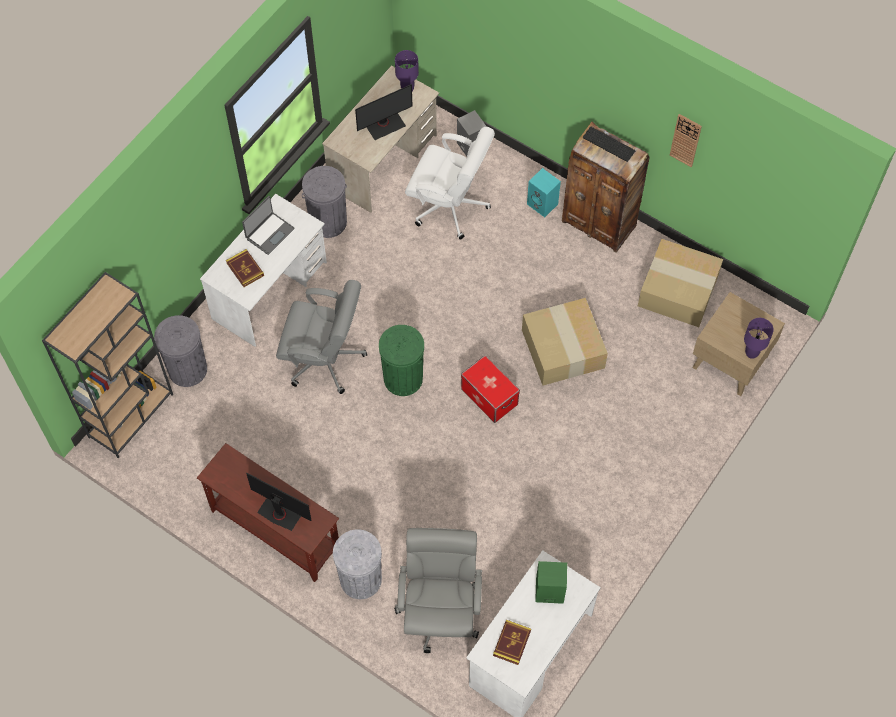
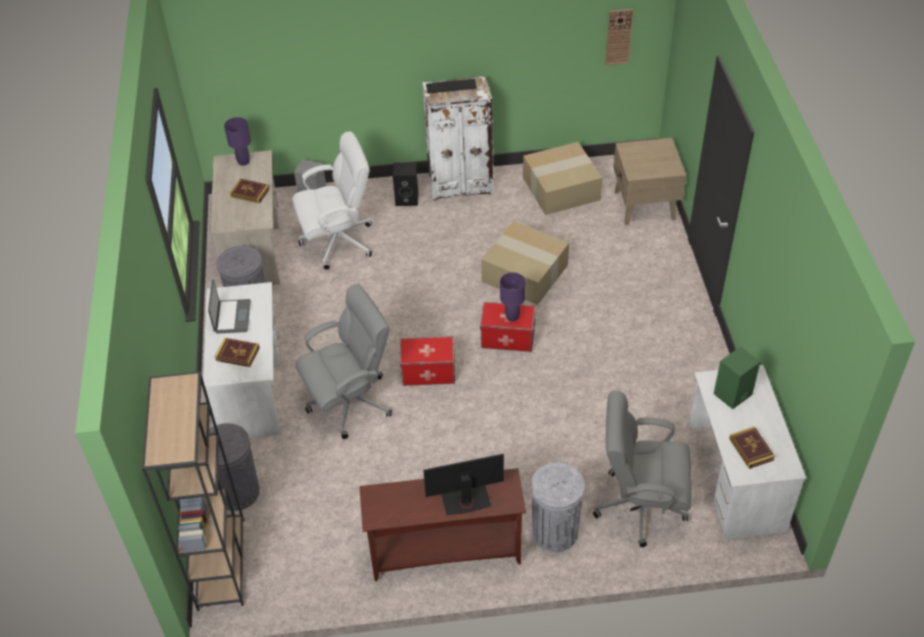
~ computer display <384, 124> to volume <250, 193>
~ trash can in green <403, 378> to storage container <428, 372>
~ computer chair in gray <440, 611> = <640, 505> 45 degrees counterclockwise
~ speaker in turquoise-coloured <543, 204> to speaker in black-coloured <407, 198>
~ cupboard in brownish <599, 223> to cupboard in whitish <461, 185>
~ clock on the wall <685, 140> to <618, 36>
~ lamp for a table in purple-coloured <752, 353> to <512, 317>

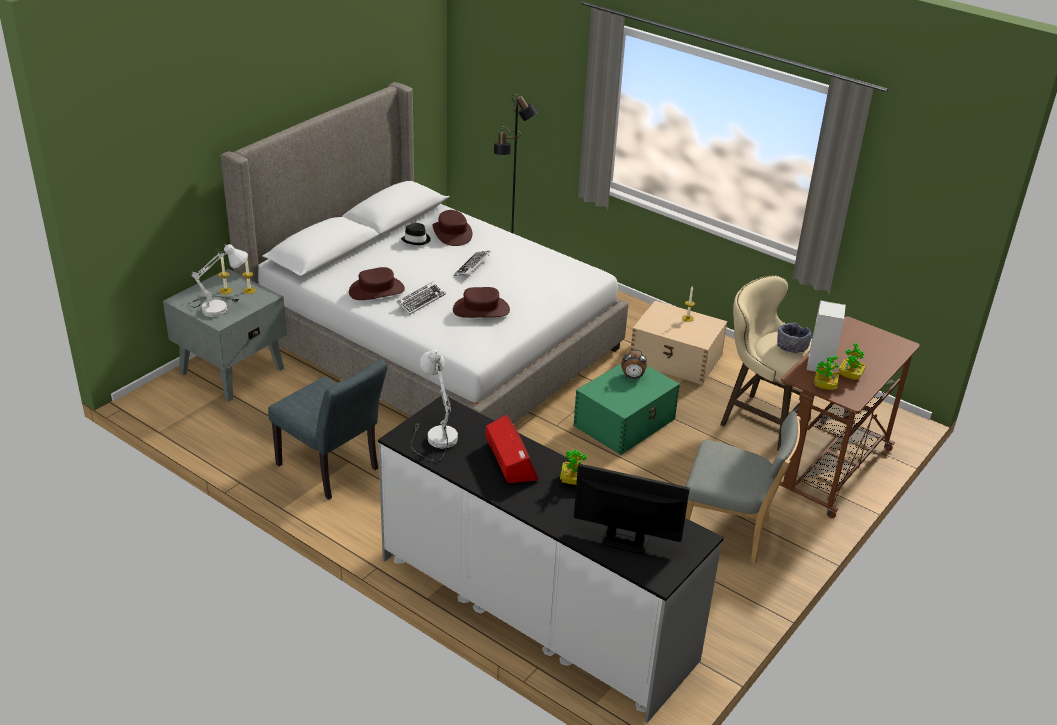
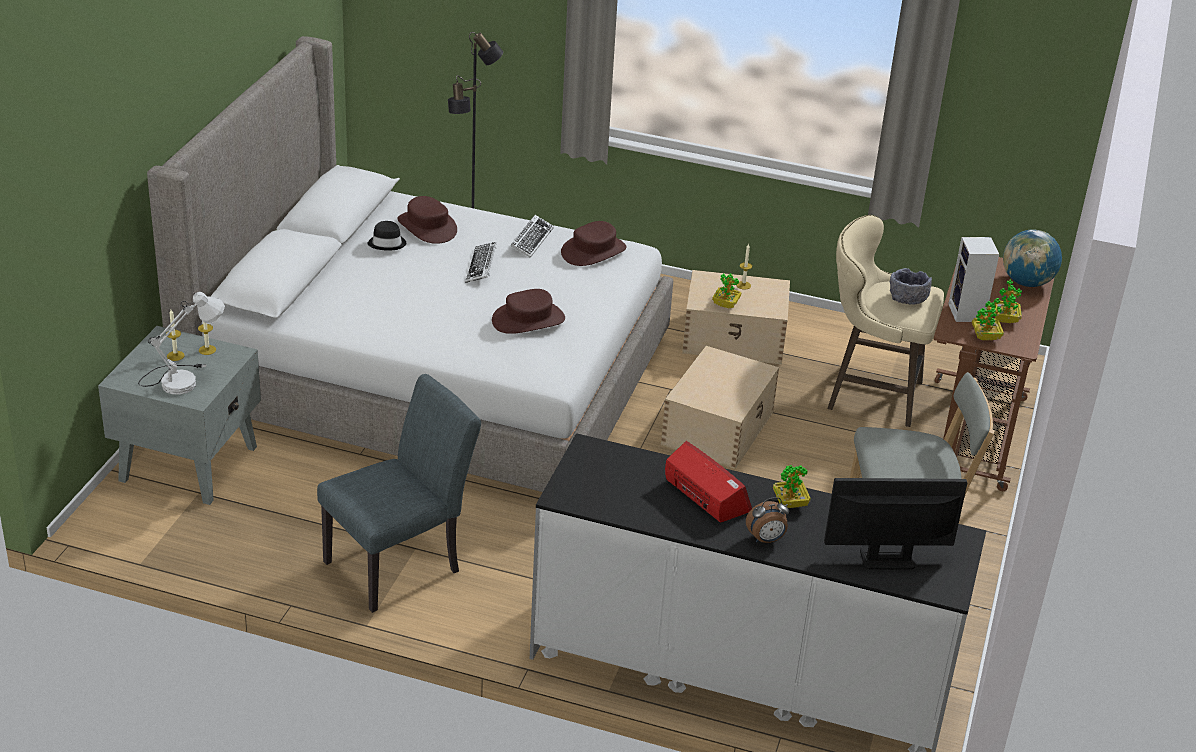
~ upright chair in gray <333, 470> = <401, 563> 60 degrees counterclockwise
~ clothing hat in brownish <376, 290> to <593, 251>
~ keyboard <421, 301> to <531, 240>
- lamp for a table in whitish <432, 437>
~ storage container in green <625, 422> to storage container in beige <718, 428>
~ table clock <632, 377> to <766, 539>
+ plant in a pot <725, 304>
+ world globe <1026, 283>

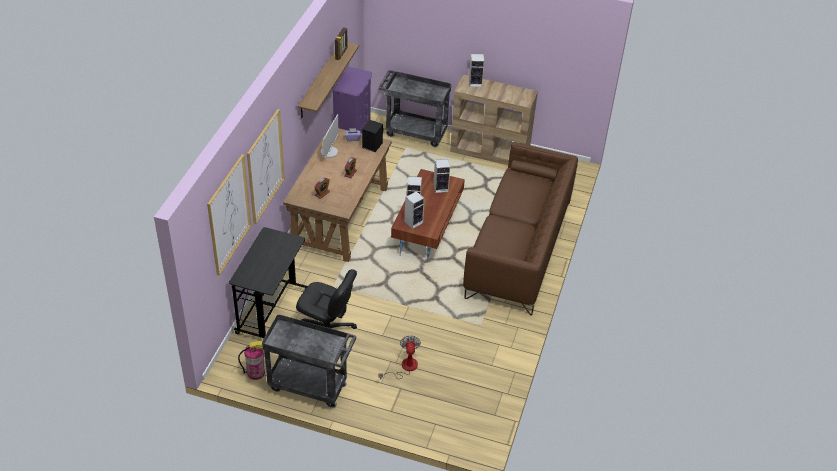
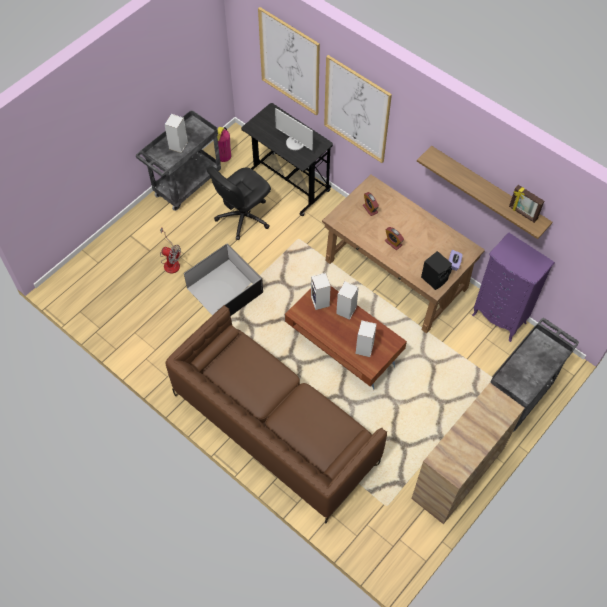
~ computer display <329, 152> to <295, 143>
~ speaker <475, 83> to <178, 146>
+ storage container in black-coloured <224, 289>

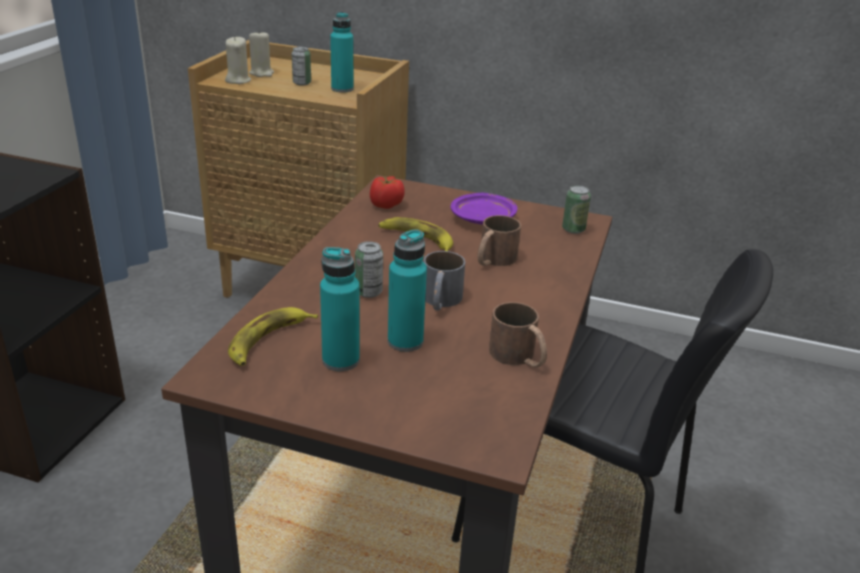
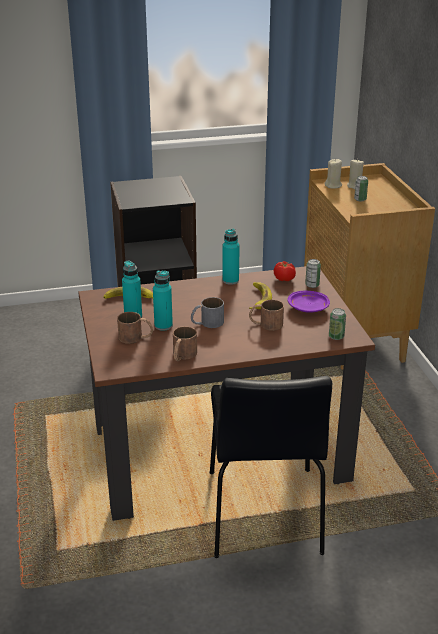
~ drink bottle in turquoise-coloured <342, 89> to <230, 280>
~ can <368, 292> to <312, 285>
+ mug in brownish <136, 337>

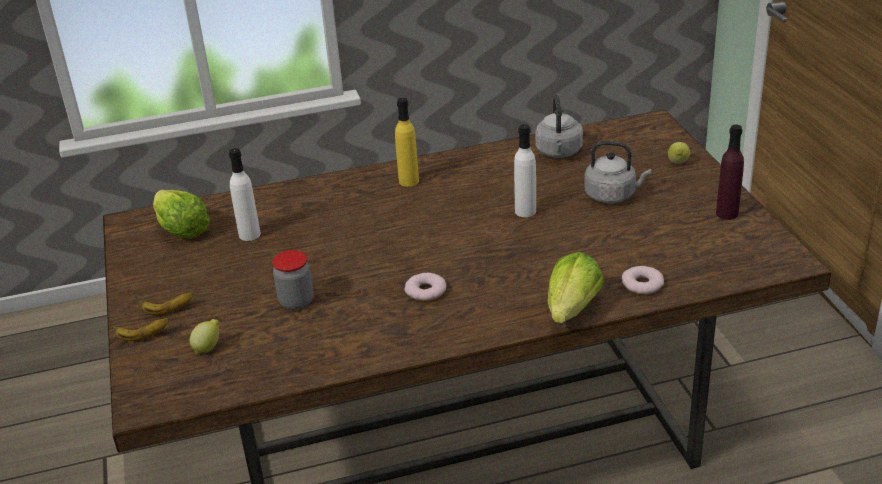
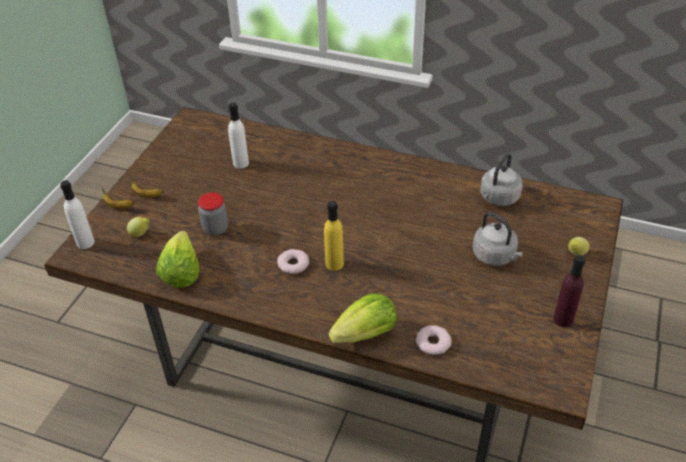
~ head of lettuce <181, 229> to <180, 272>
~ drink bottle in yellow-coloured <409, 181> to <334, 264>
~ drink bottle in whitish <525, 211> to <85, 242>

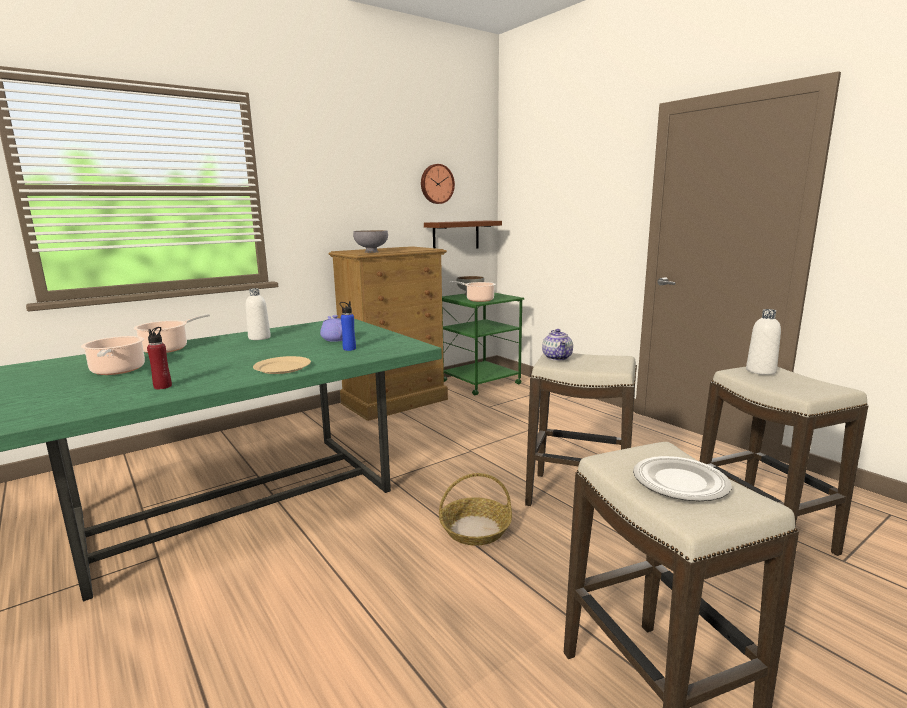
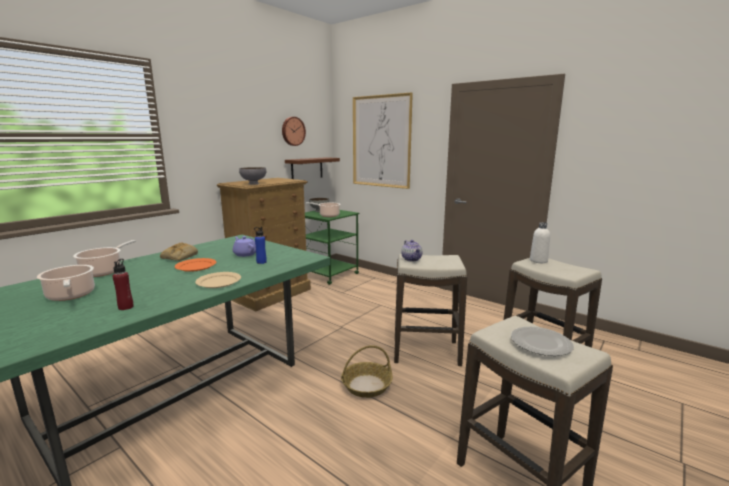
~ drink bottle in whitish <259, 338> to baked bread <179, 256>
+ plate in orange-coloured <195, 266>
+ picture <381, 141>

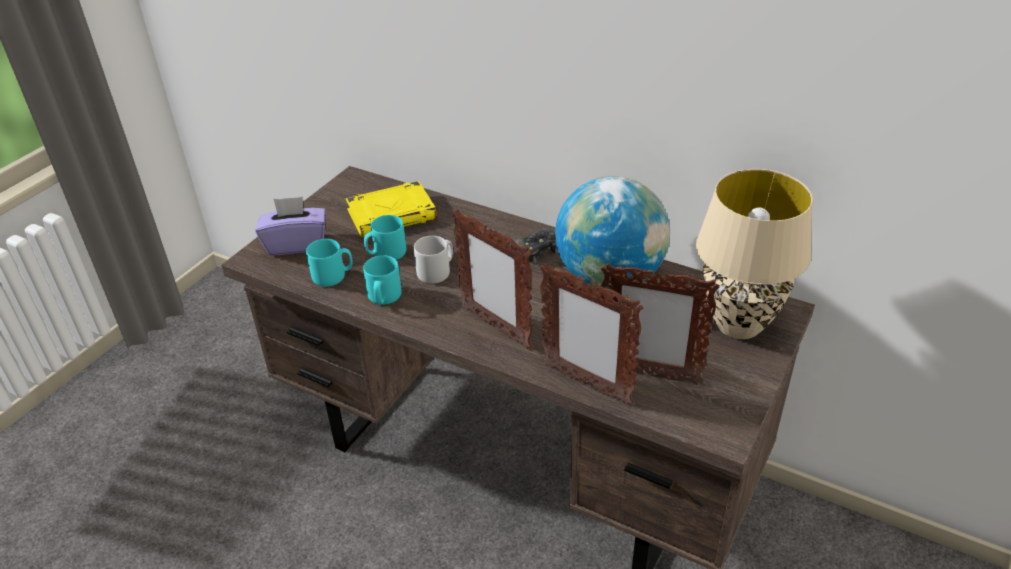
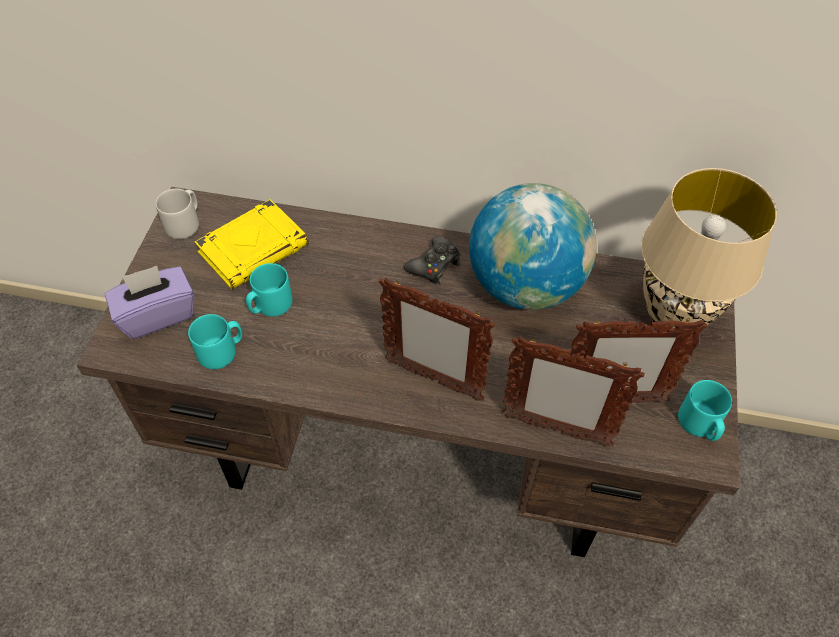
~ mug in turquoise-coloured <383, 297> to <700, 424>
~ mug in gray <437, 272> to <185, 224>

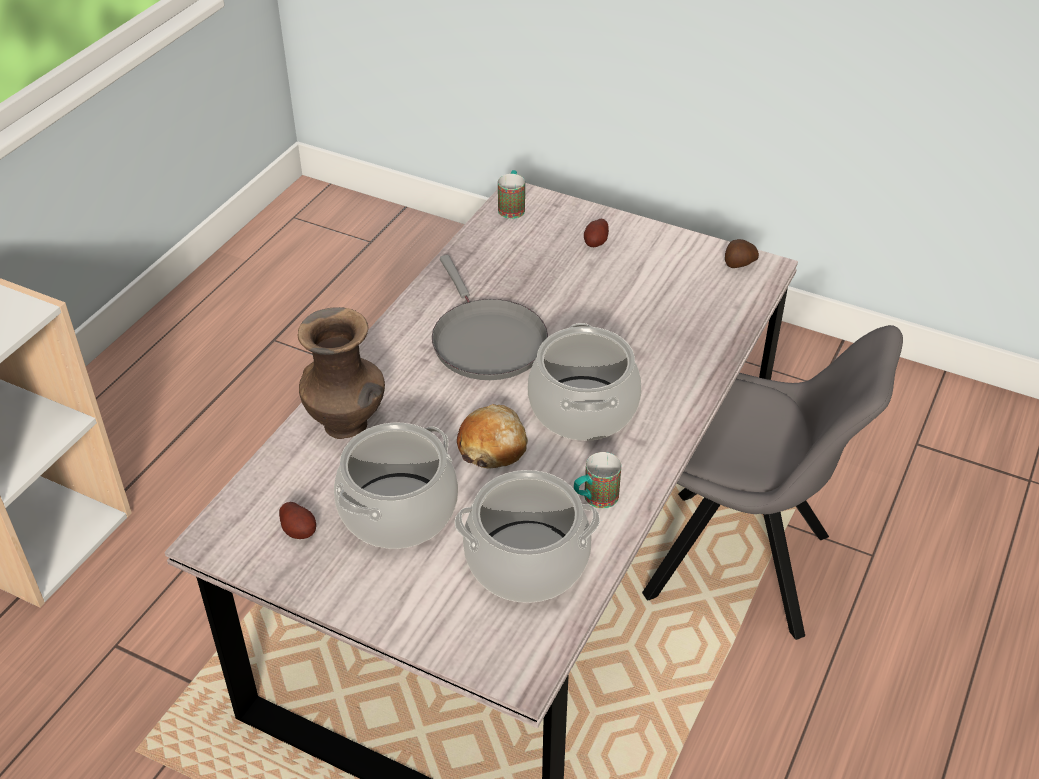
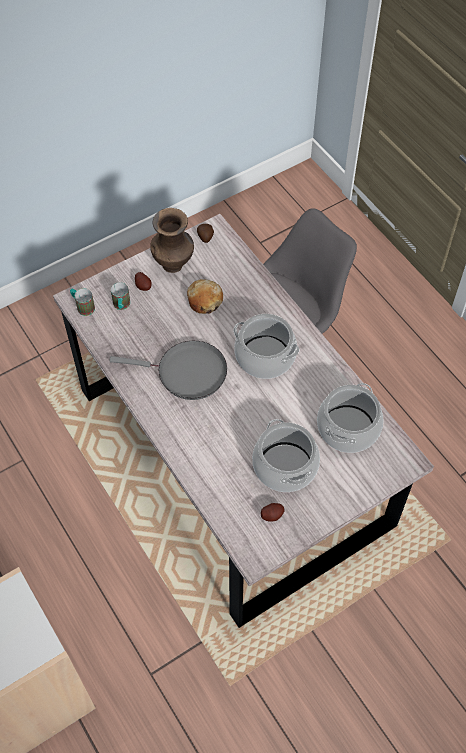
~ vase in brownish <348, 426> to <174, 264>
~ baked bread <493, 446> to <204, 300>
~ mug <594, 499> to <121, 306>

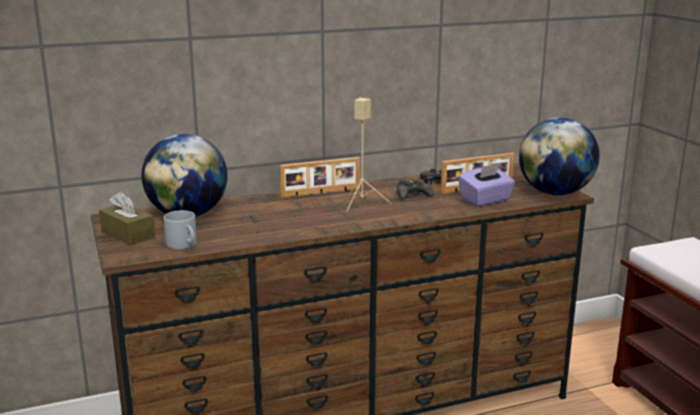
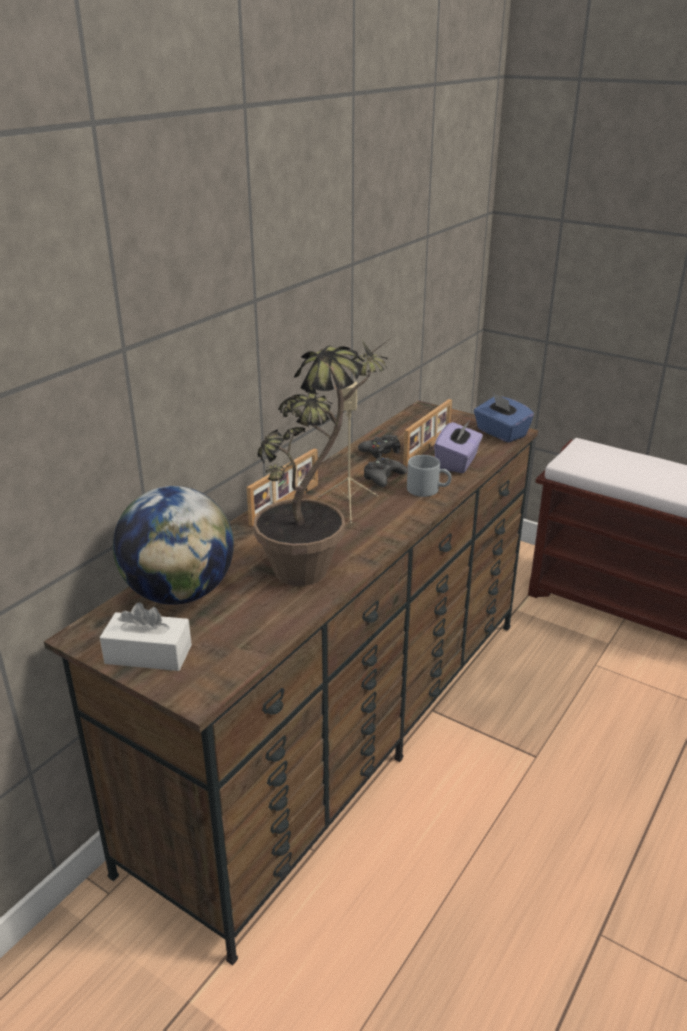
~ box of tissues in brownish <128, 234> to box of tissues in whitish <148, 654>
~ mug in gray <184, 245> to <428, 489>
~ world globe <555, 193> to box of tissues in blue-coloured <500, 433>
+ plant in a pot <316, 563>

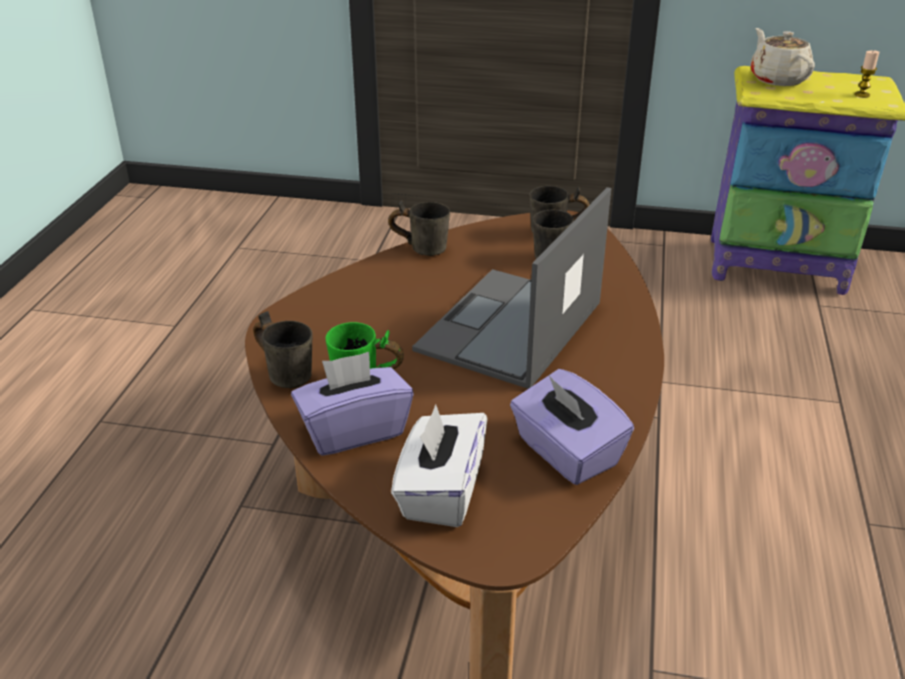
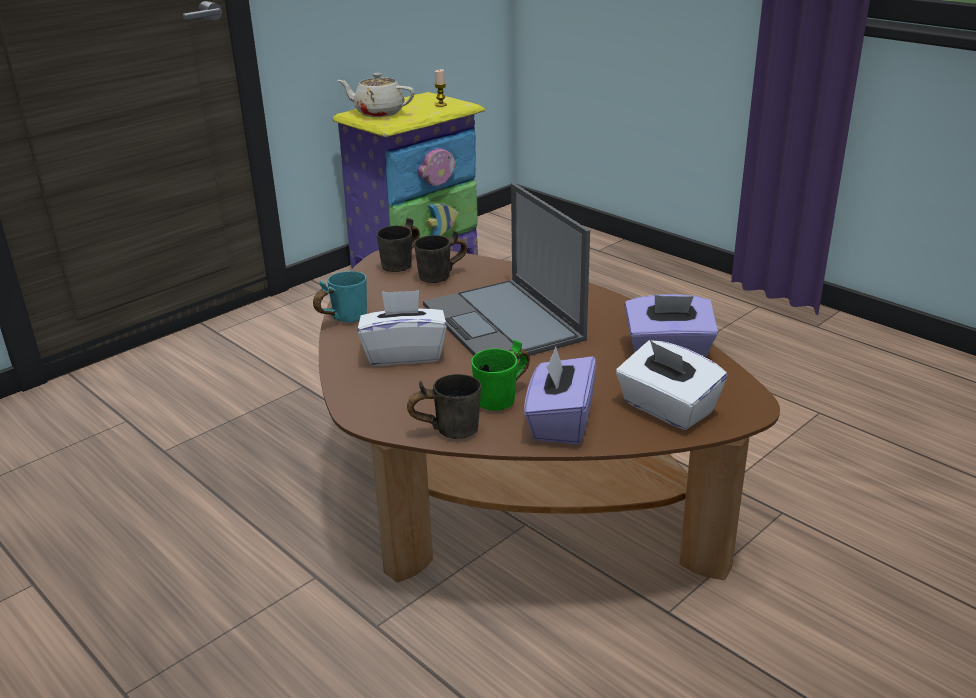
~ mug in gray <422, 247> to mug in turquoise-coloured <341, 319>
+ box of tissues in whitish <404, 354>

